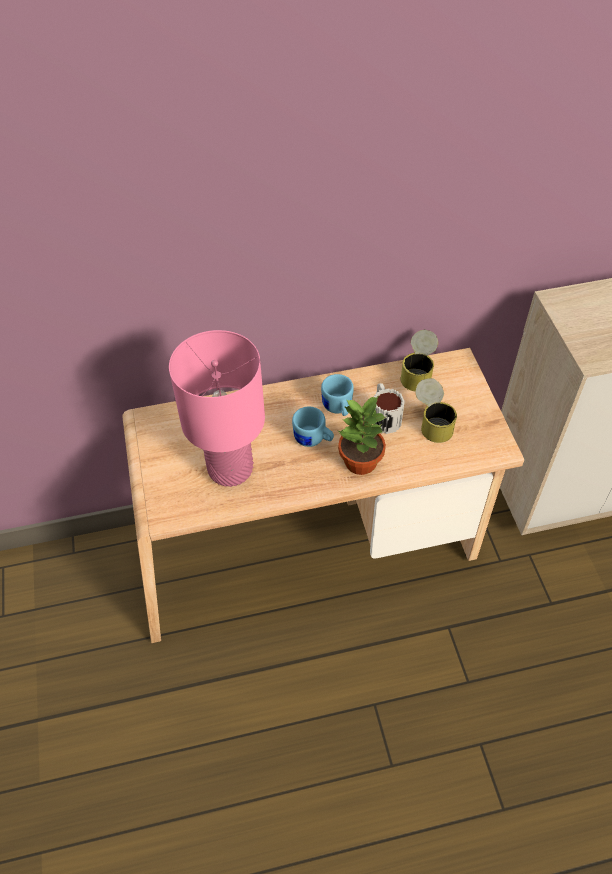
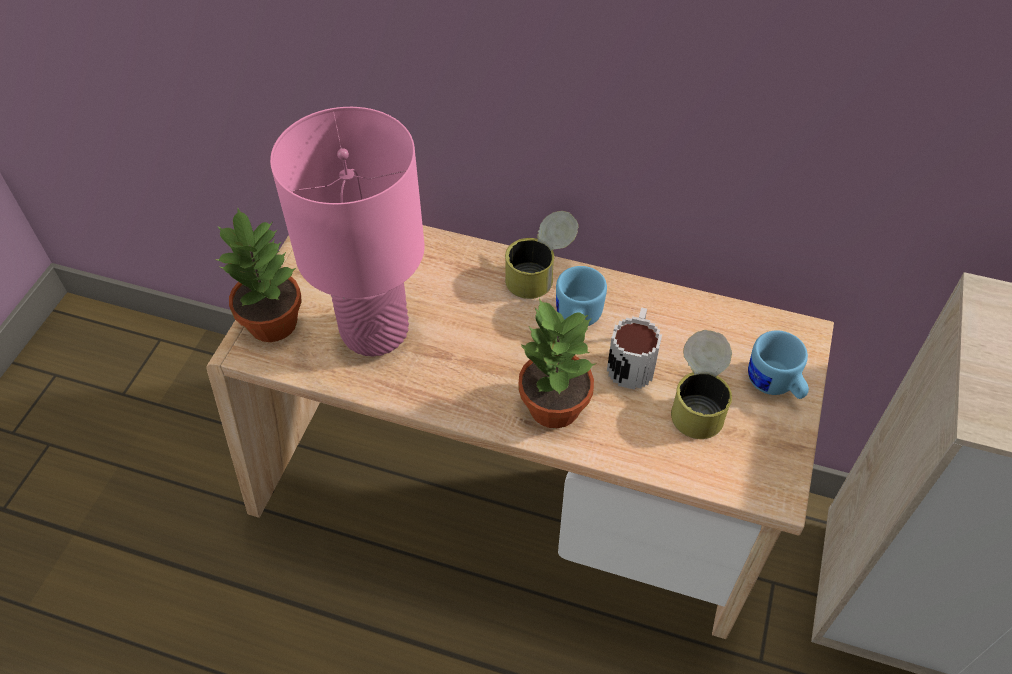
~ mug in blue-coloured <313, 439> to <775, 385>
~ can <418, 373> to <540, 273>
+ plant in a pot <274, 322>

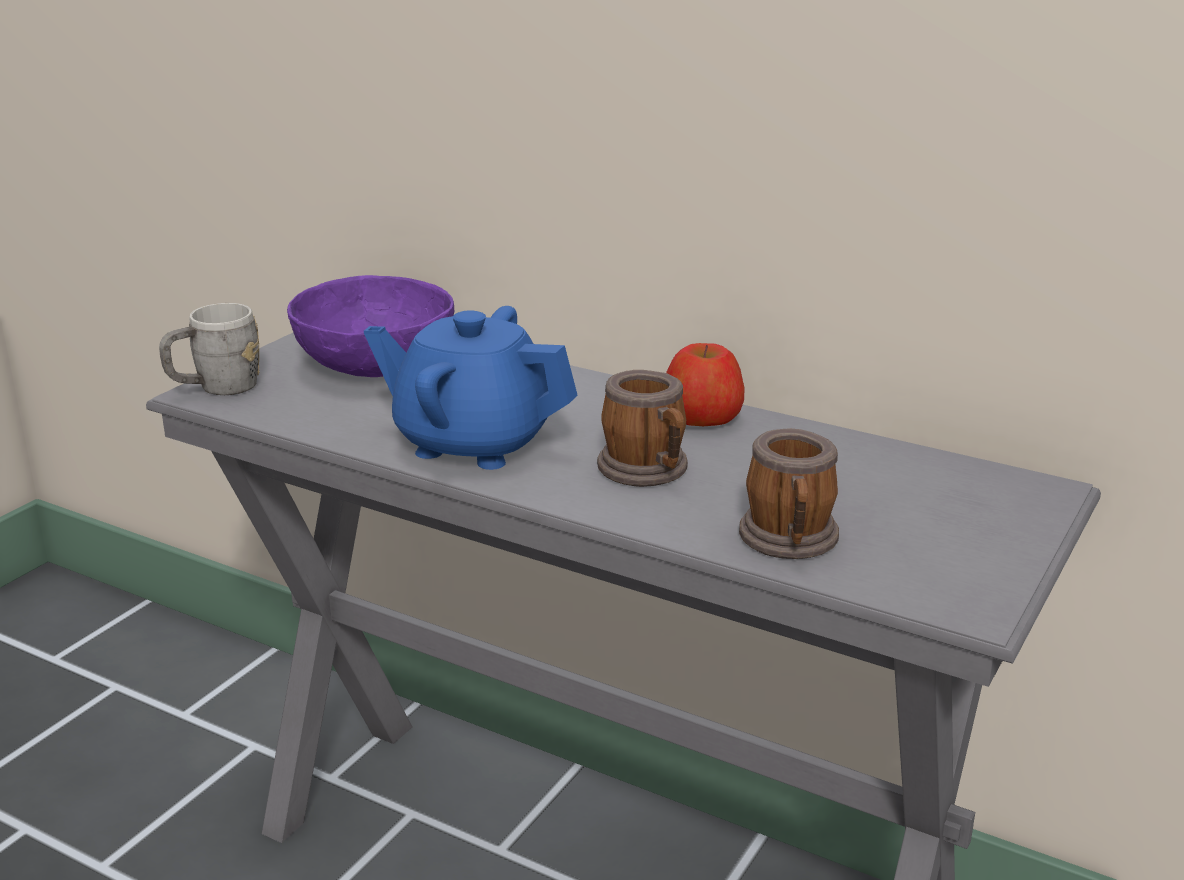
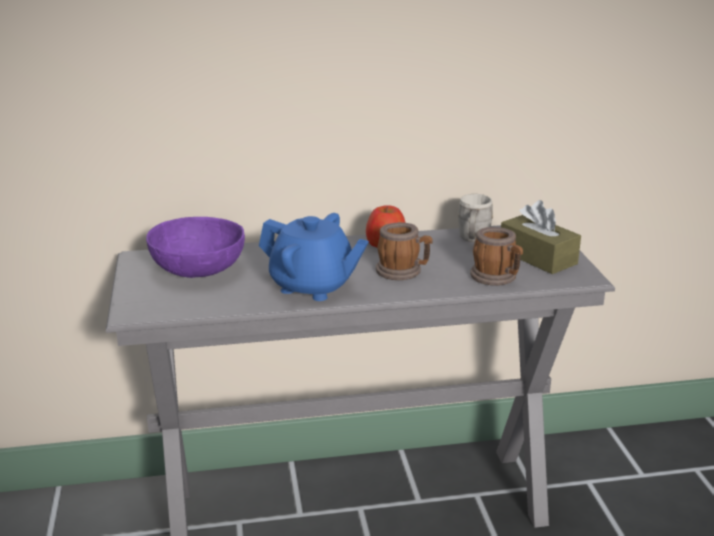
~ mug in gray <216, 388> to <473, 239>
~ tea pot in blue-coloured <473, 443> = <312, 286> 135 degrees counterclockwise
+ box of tissues in brownish <537, 257>

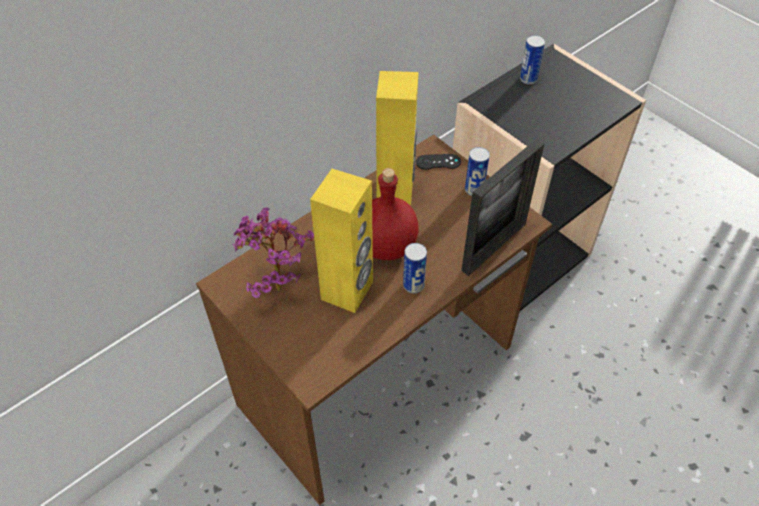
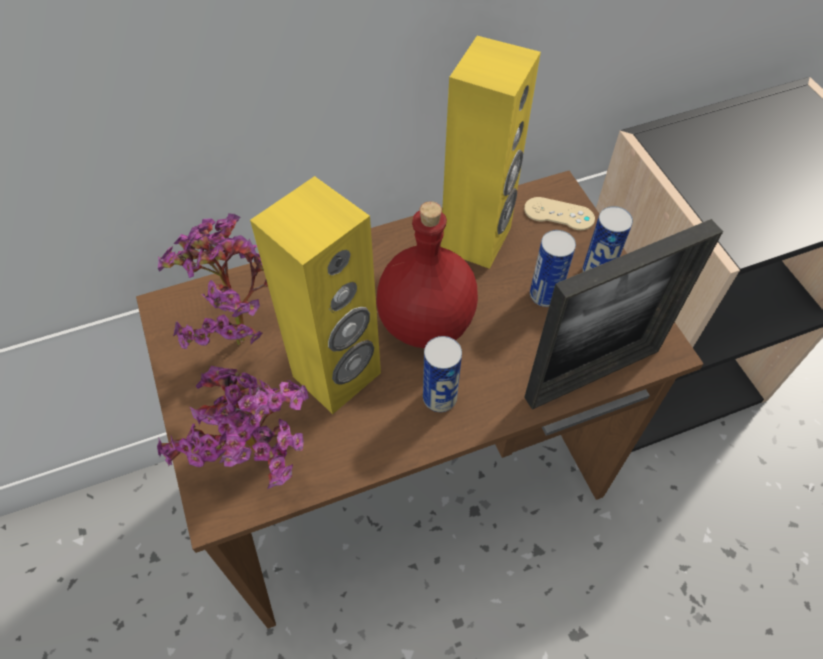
~ game controller in black-coloured <438, 162> to game controller in beige <559, 214>
~ can <528, 79> to <545, 295>
+ plant in a pot <264, 465>

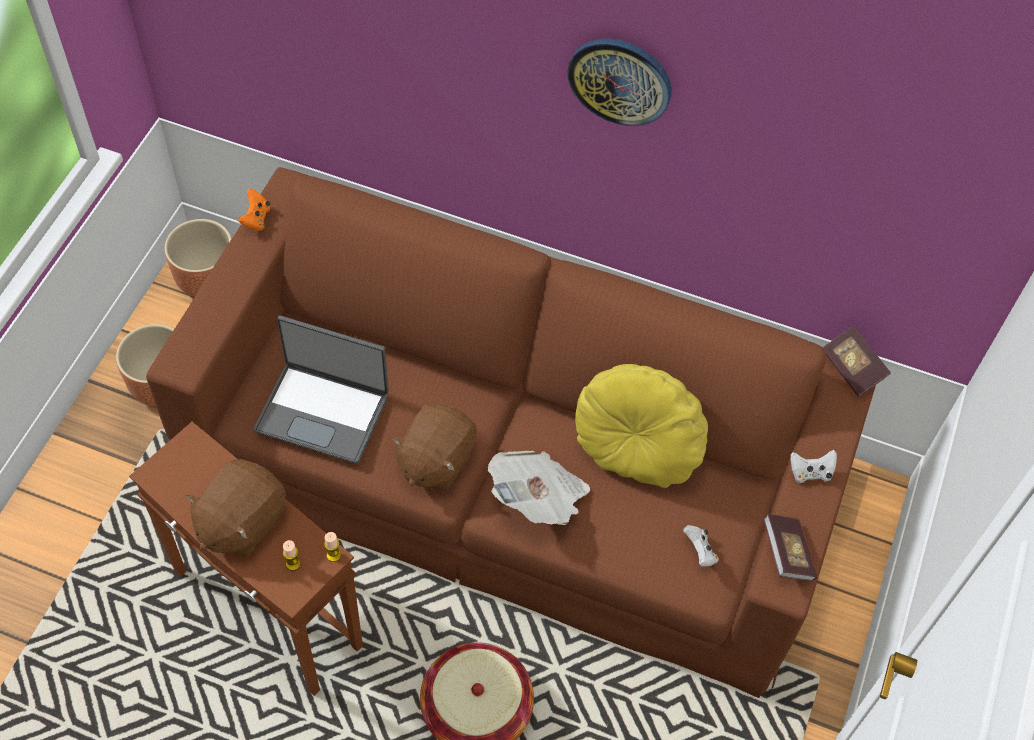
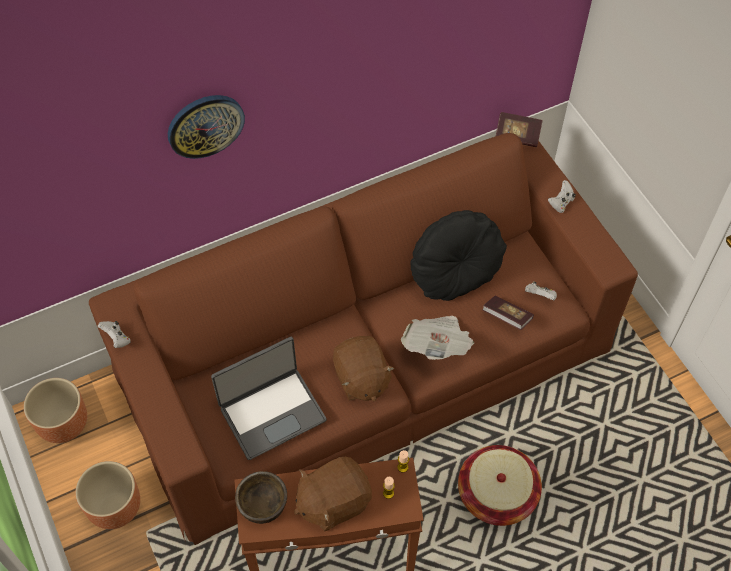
~ soft toy in brownish <241, 522> = <333, 501> 75 degrees clockwise
~ game controller in orange-coloured <256, 219> to game controller in whitish <117, 339>
~ clock on the wall <620, 80> to <205, 125>
~ cushion in yellow-coloured <635, 455> to cushion in black-coloured <455, 279>
~ volume <787, 554> to <506, 317>
+ serving bowl in brownish <263, 505>

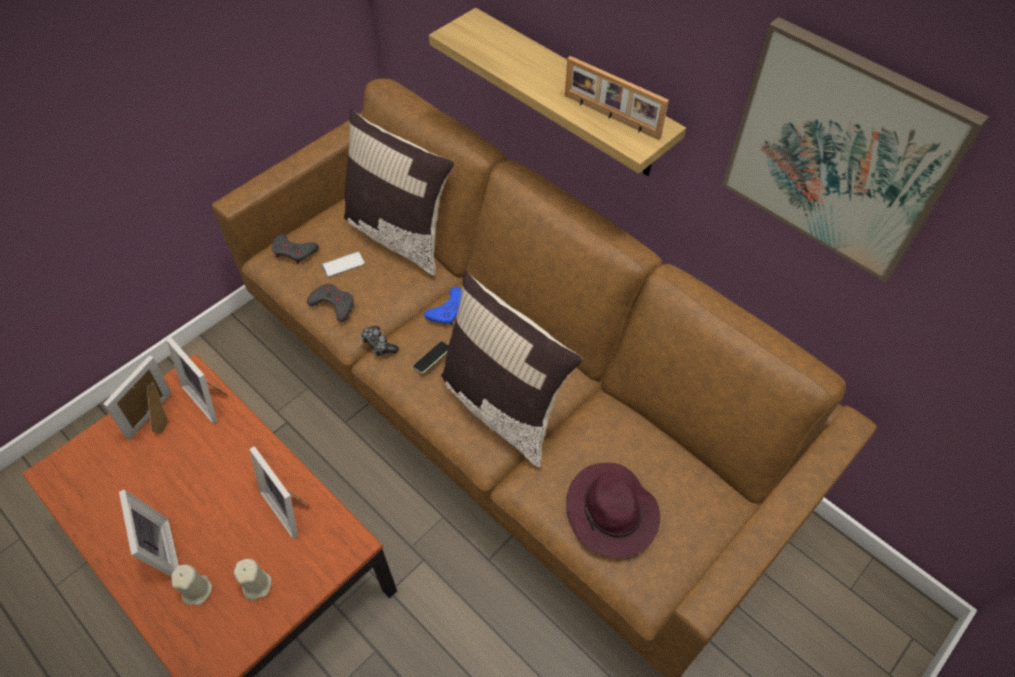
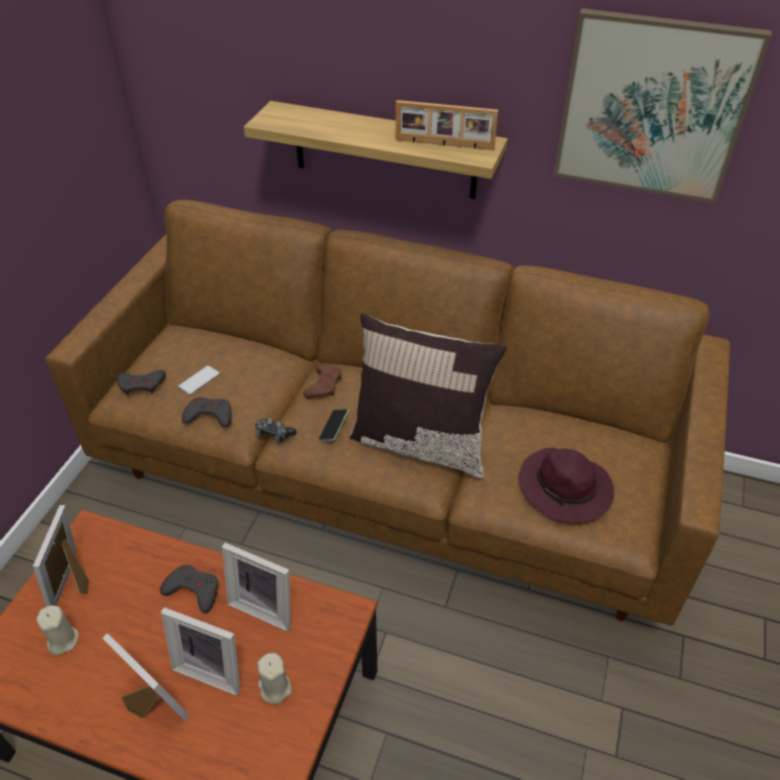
~ picture frame <209, 397> to <213, 667>
~ candle in beige <197, 590> to <62, 640>
- cushion <400, 235>
~ game controller in blue-coloured <449, 310> to game controller in brownish <324, 385>
+ game controller in gray <193, 590>

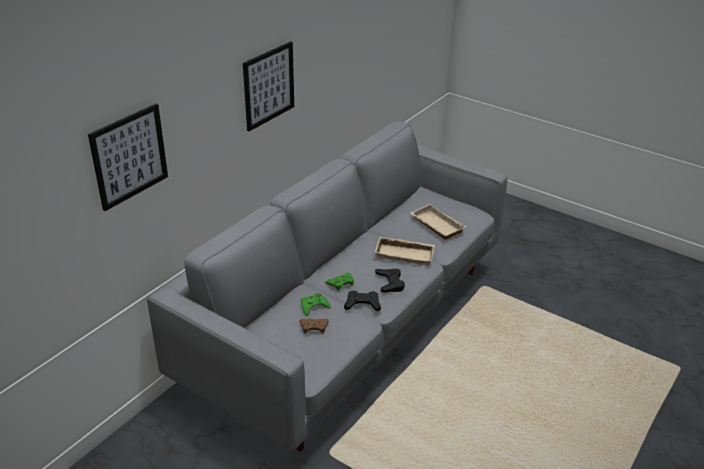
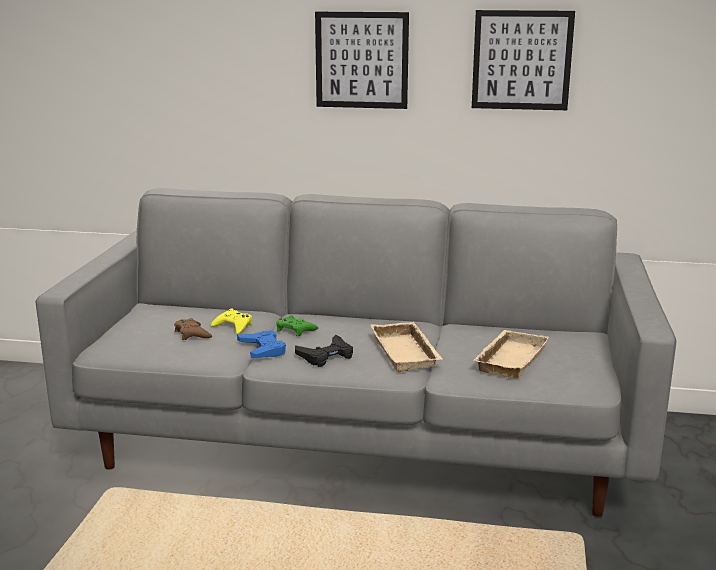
~ picture <129, 156> to <522, 60>
~ game controller in green <313, 306> to game controller in yellow-coloured <233, 326>
~ game controller in black-coloured <362, 304> to game controller in blue-coloured <262, 349>

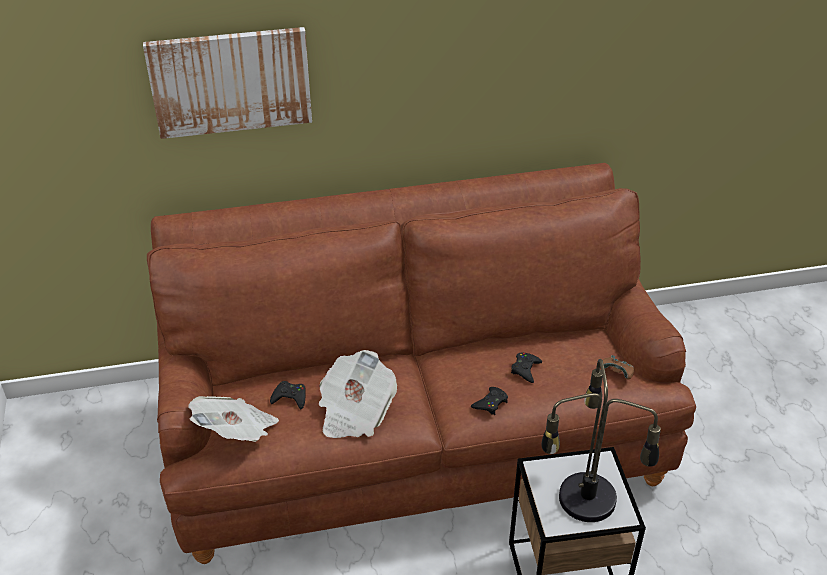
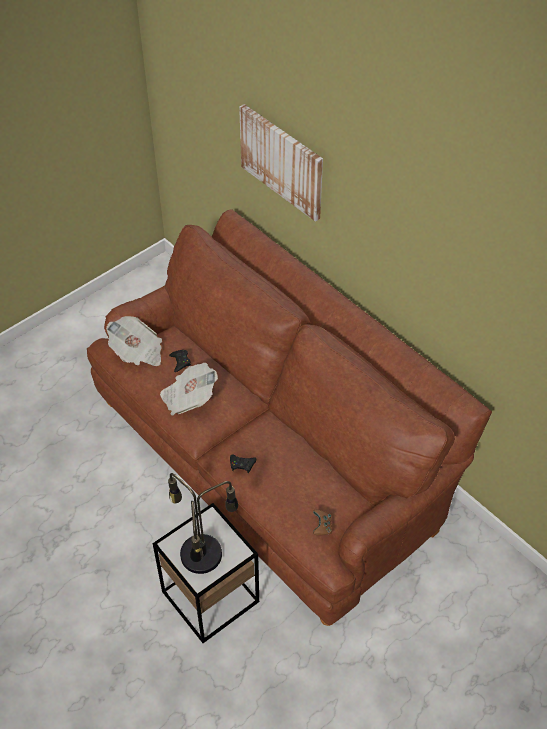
- game controller in black-coloured <525, 369>

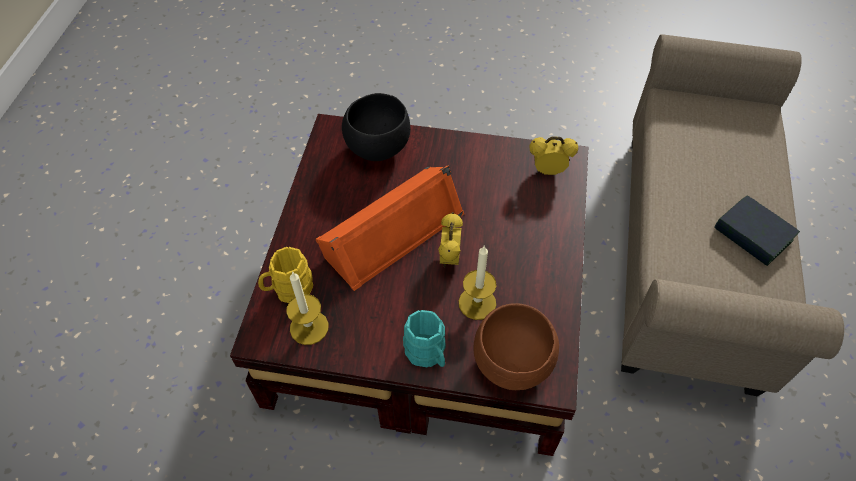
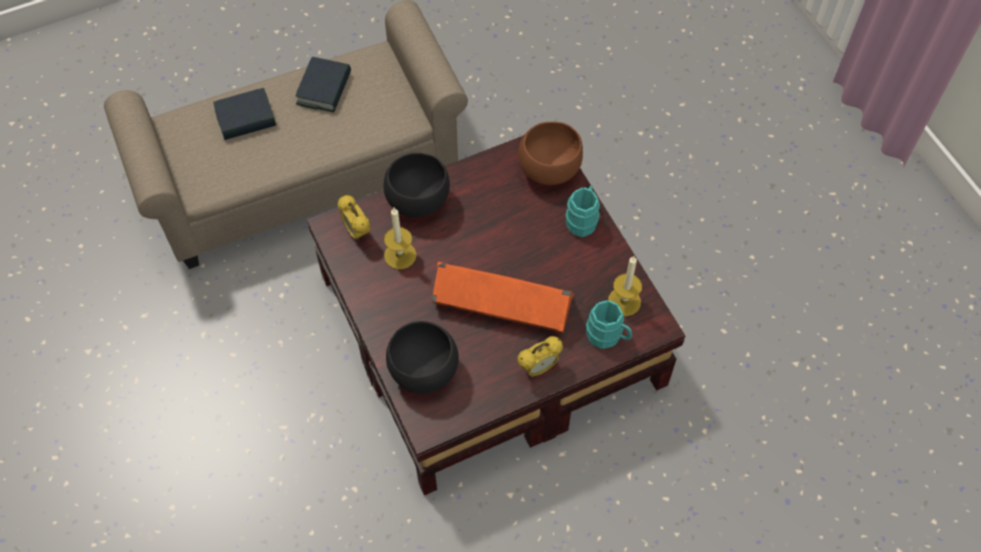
~ mug in yellow-coloured <289, 290> to mug in turquoise-coloured <608, 336>
~ table clock <449, 258> to <538, 368>
~ candle <477, 303> to <400, 255>
+ volume <246, 119>
+ serving bowl in black-coloured <417, 200>

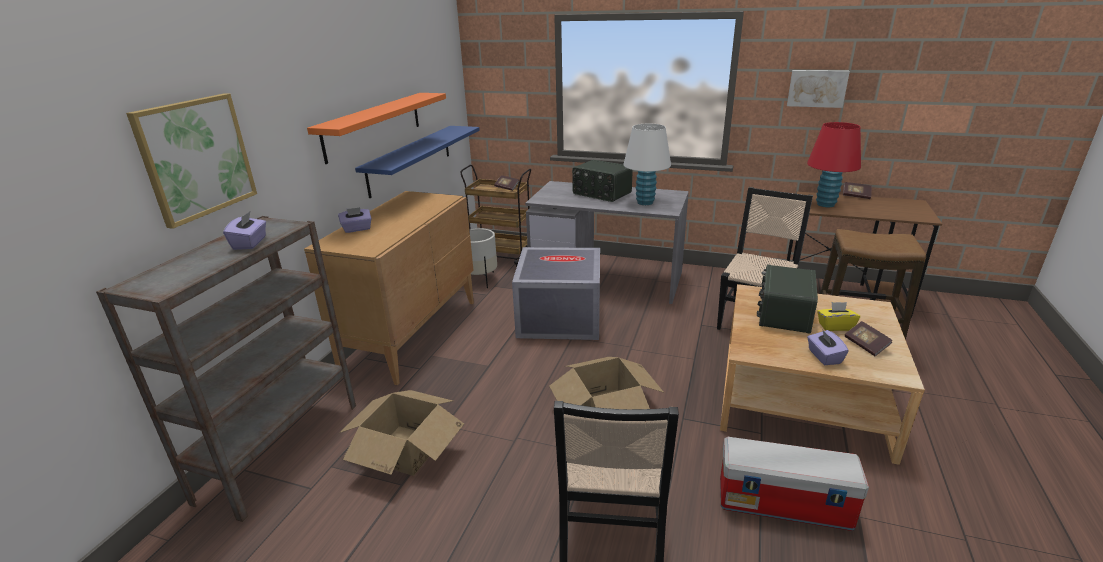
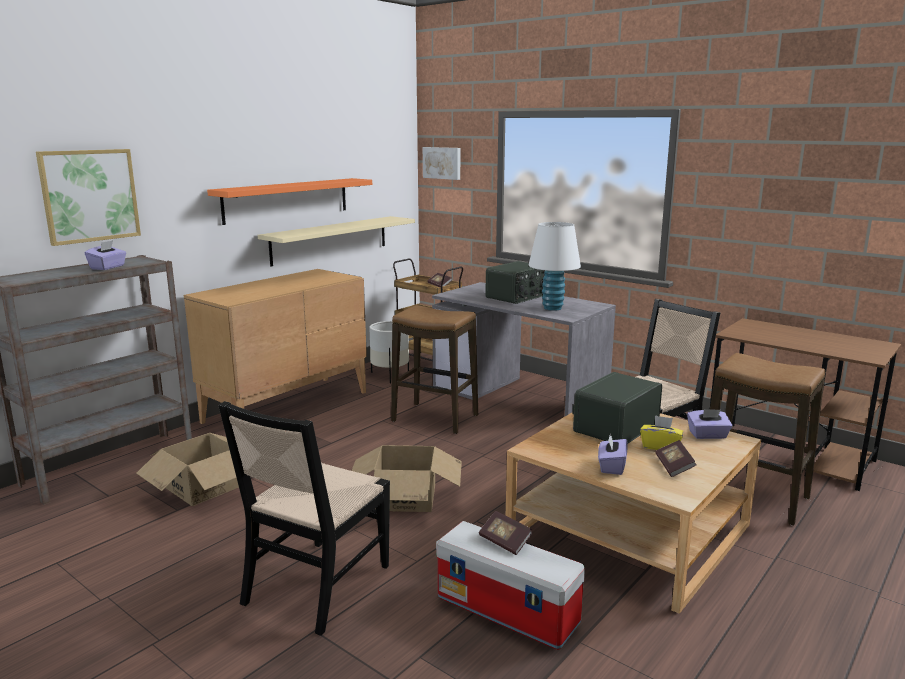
~ box of tissues in purple-coloured <357, 229> to <708, 435>
~ wall shelf in blue-coloured <410, 159> to wall shelf in beige <330, 240>
~ storage container in gray <558, 318> to sitting stool <434, 418>
~ radio <601, 193> = <517, 296> 105 degrees counterclockwise
~ picture <817, 88> to <442, 163>
- lamp for a table in reddish <825, 204>
~ volume <856, 196> to <505, 541>

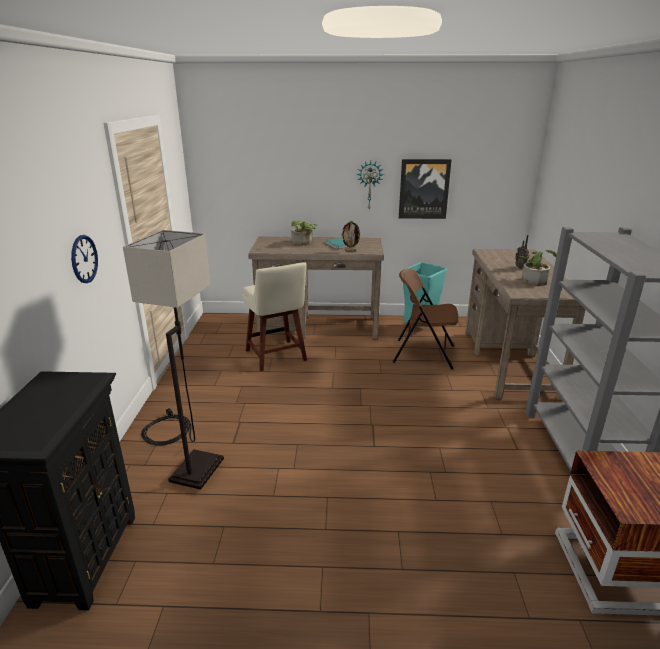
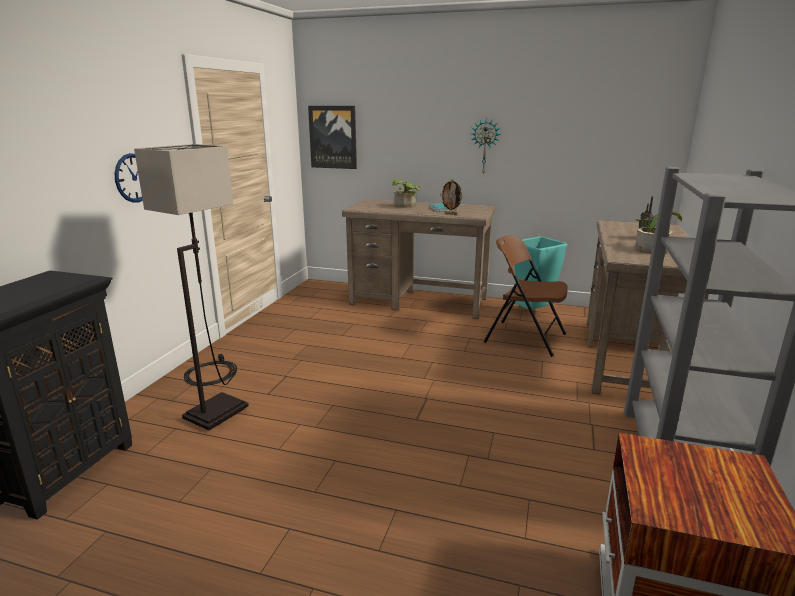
- sitting stool in beige <276, 356>
~ picture <424, 189> to <333, 137>

